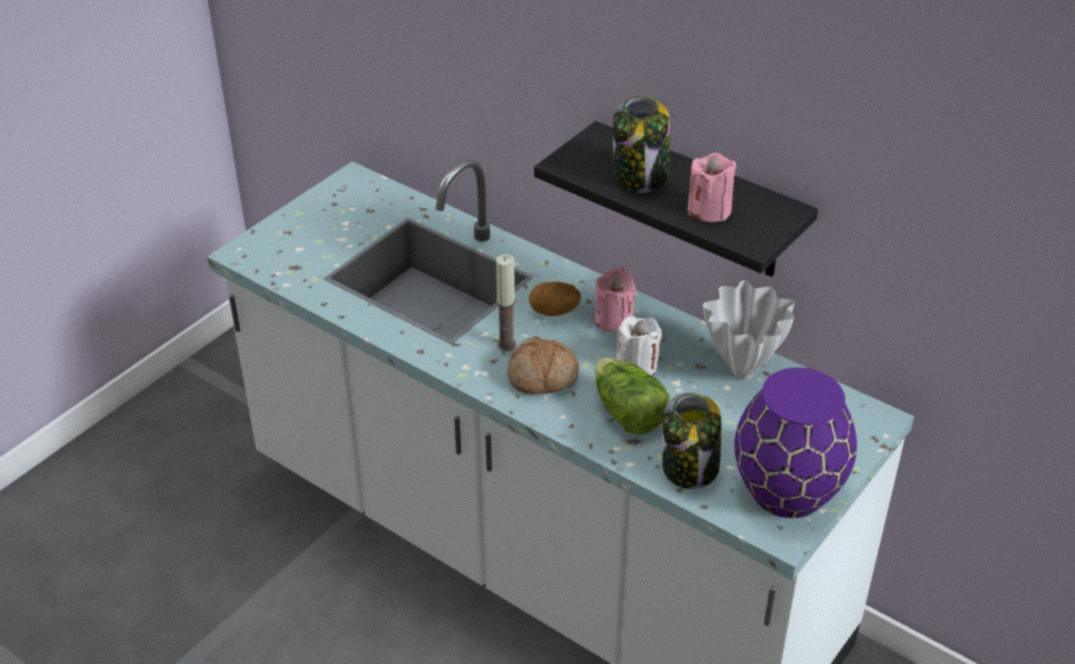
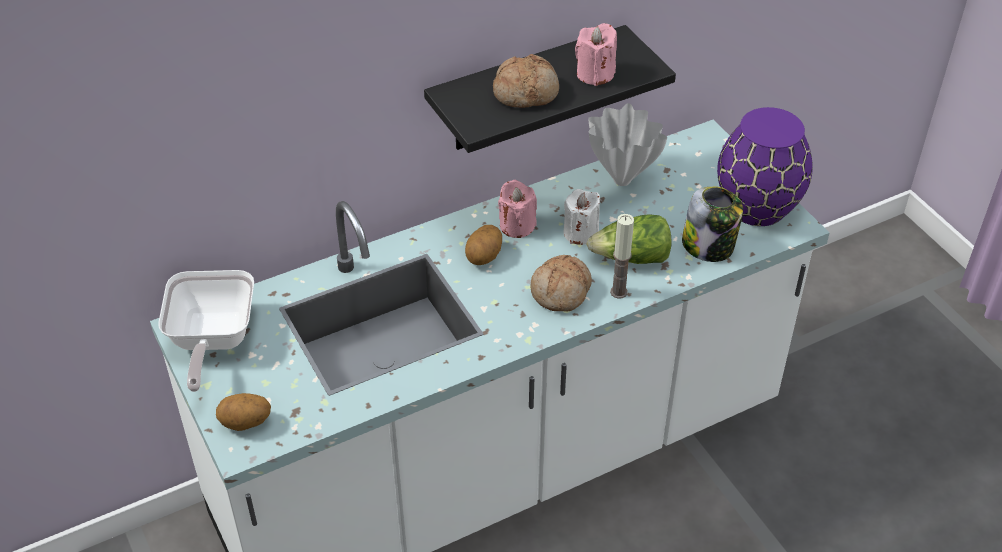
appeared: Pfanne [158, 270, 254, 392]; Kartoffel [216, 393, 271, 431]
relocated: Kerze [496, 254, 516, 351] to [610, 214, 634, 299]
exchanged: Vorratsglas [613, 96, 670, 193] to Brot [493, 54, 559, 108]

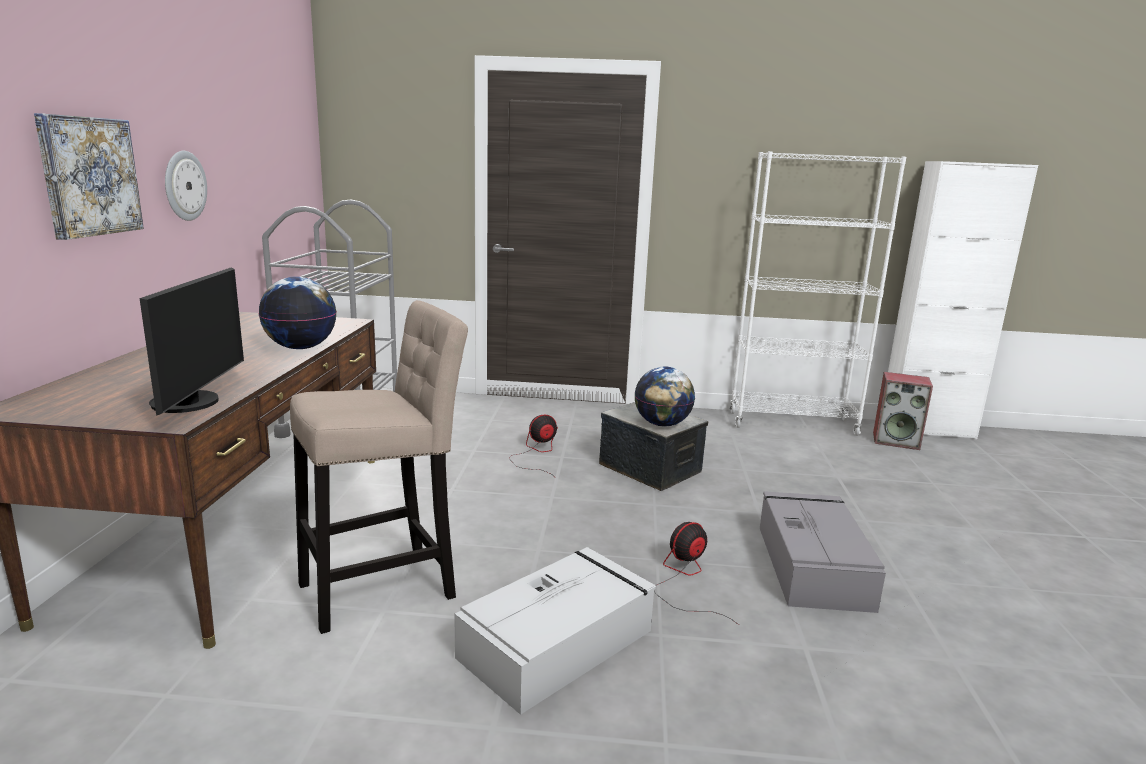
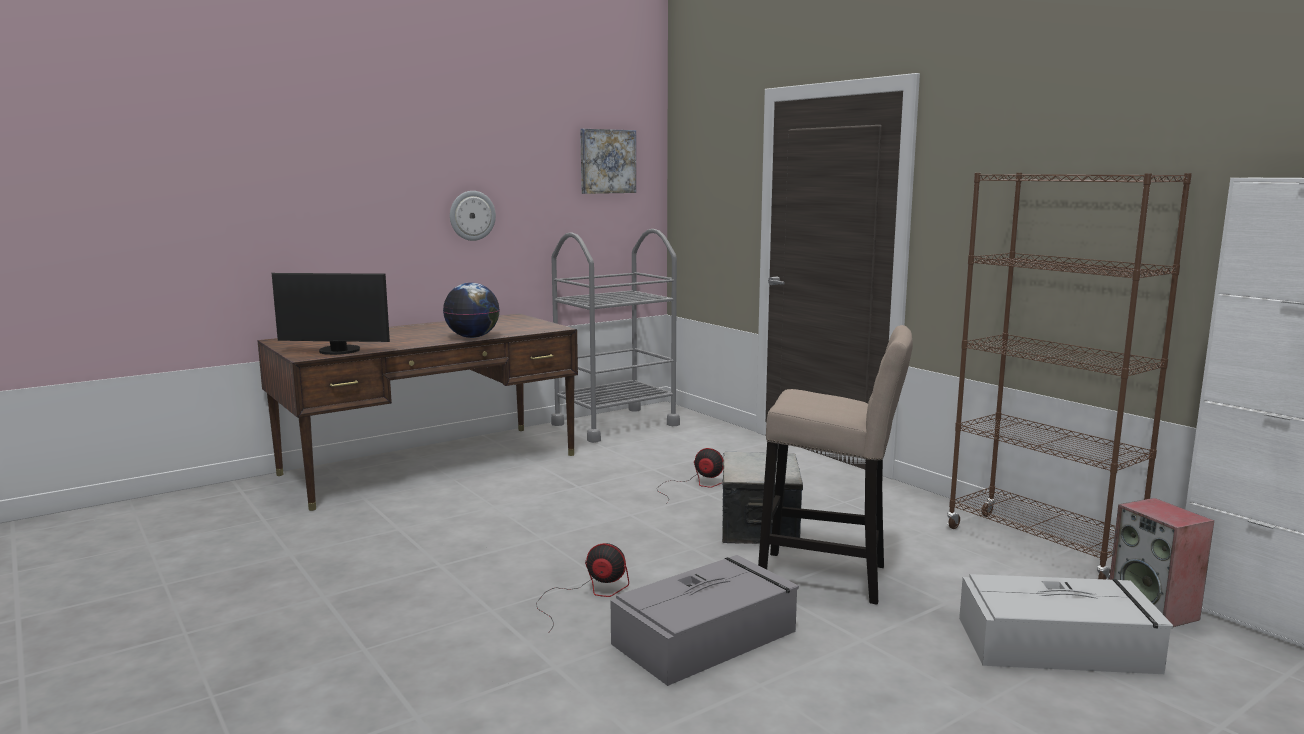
missing: Globus [634, 367, 695, 427]
relocated: Bild [34, 113, 144, 240] to [580, 129, 636, 194]; Hocker (beige) [290, 300, 468, 634] to [758, 325, 913, 605]; Aufbewahrungsbox (grau) [454, 547, 656, 715] to [959, 574, 1173, 674]
colour: Bücherregal (weiß) [729, 151, 906, 436] to Bücherregal (braun) [947, 173, 1192, 580]
spun: Monitor [139, 267, 244, 416] = [272, 273, 390, 355] 45 degrees clockwise

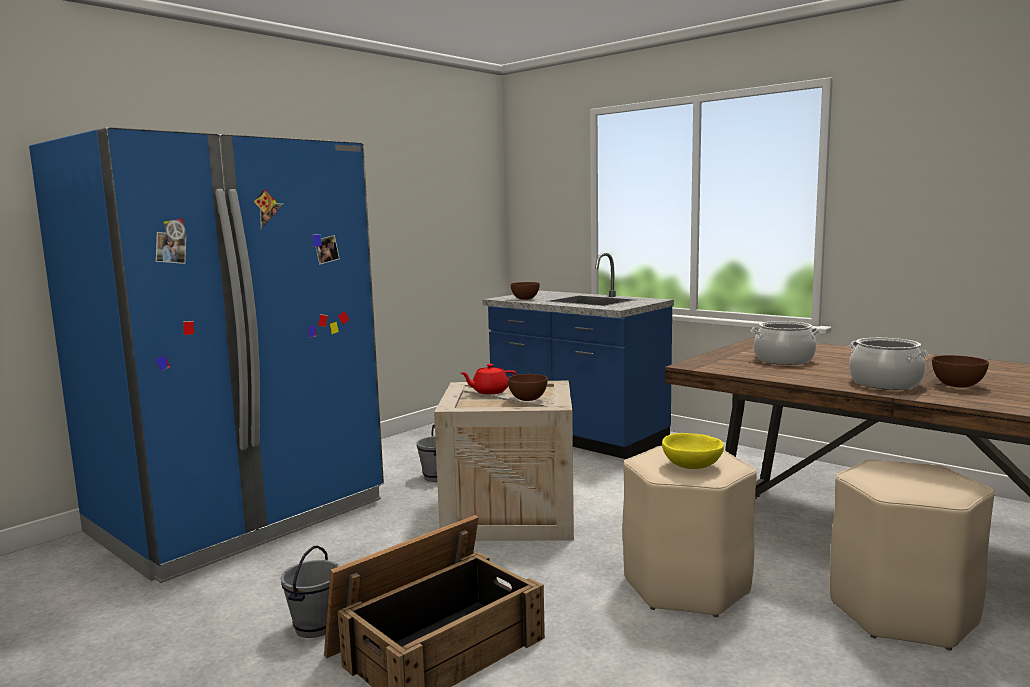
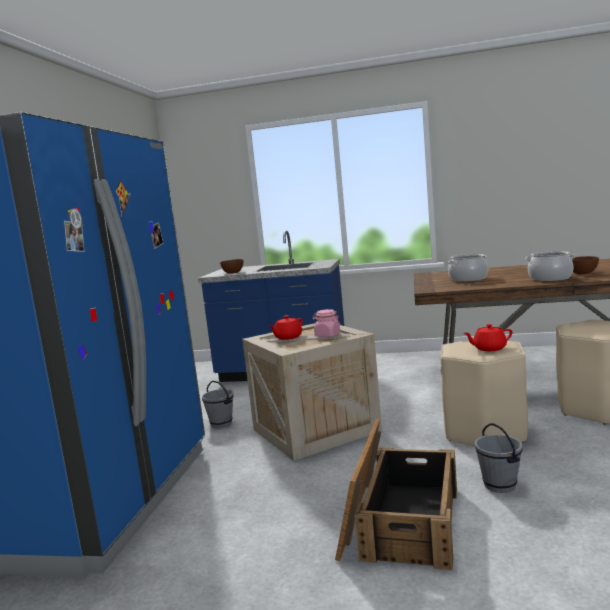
relocated: Eimer (grau) [280, 545, 340, 638] to [475, 423, 522, 493]
exchanged: Schüssel (braun) [507, 374, 548, 401] to Vorratsglas (rosa) [313, 309, 340, 337]; Schüssel (gelb) [662, 433, 724, 469] to Teekanne (rot) [464, 324, 513, 351]

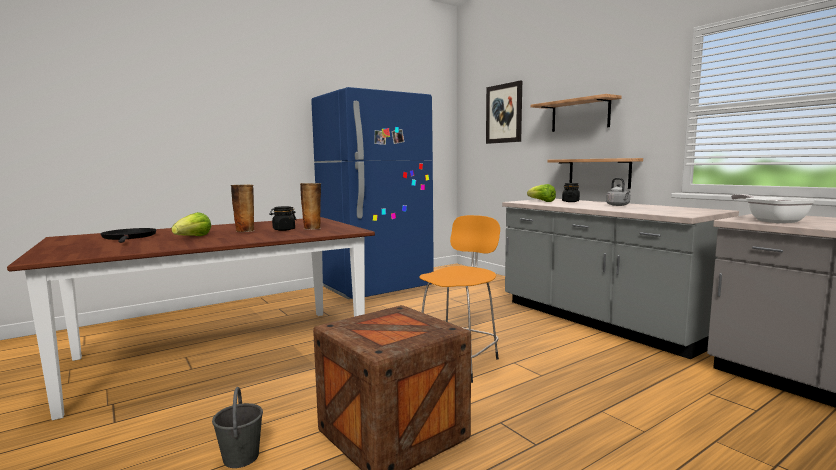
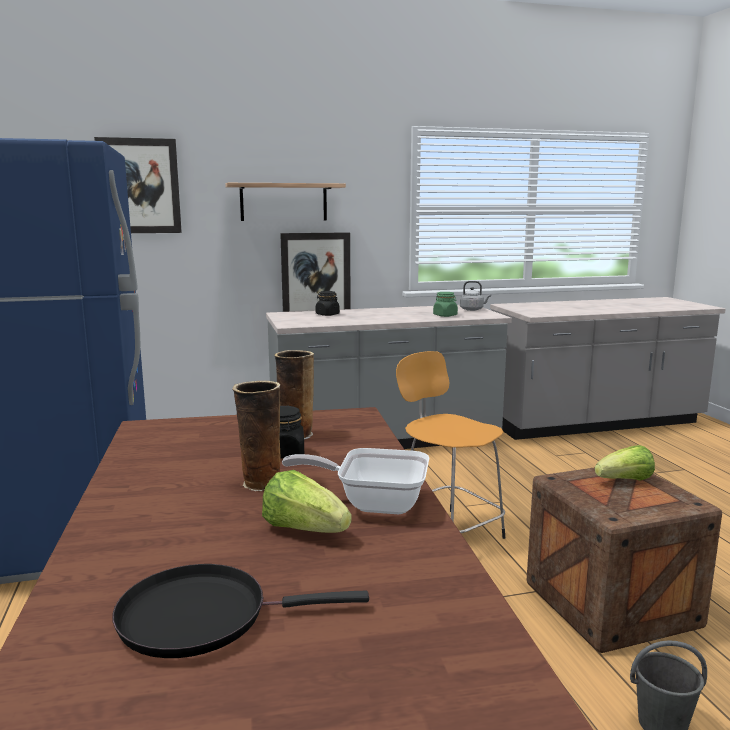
appeared: Vorratsglas (grün) [433, 292, 458, 317]
relocated: Salatkopf [527, 184, 556, 202] to [595, 445, 655, 481]; Wasserkessel (grau) [606, 178, 630, 206] to [460, 281, 491, 311]; Pfanne [731, 194, 816, 223] to [282, 448, 429, 514]
exchanged: Wandregal [547, 158, 643, 189] to Bild [280, 232, 351, 312]

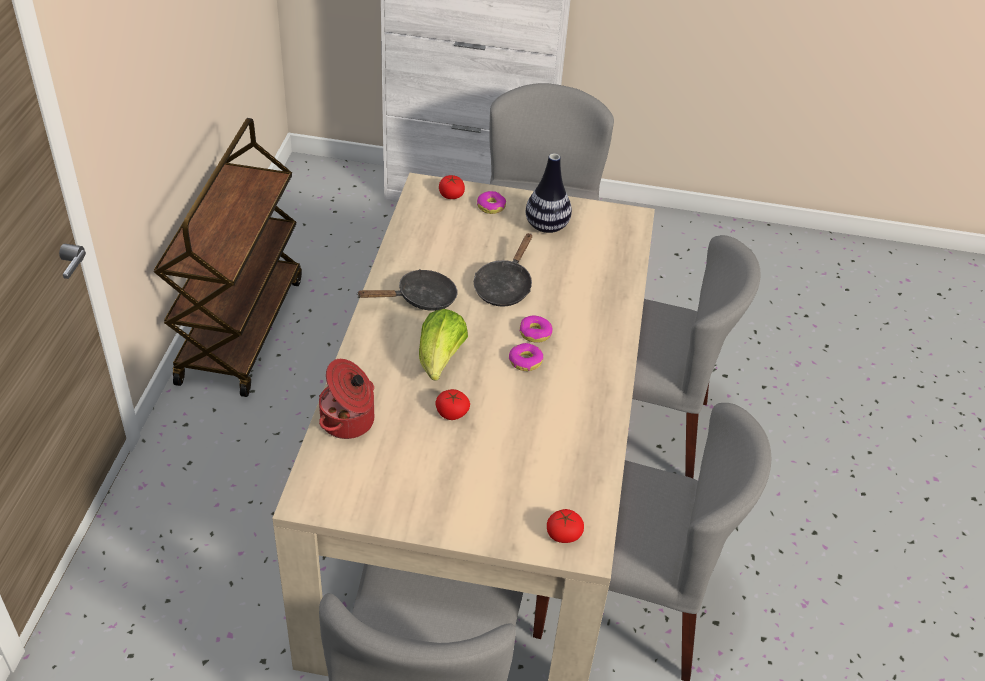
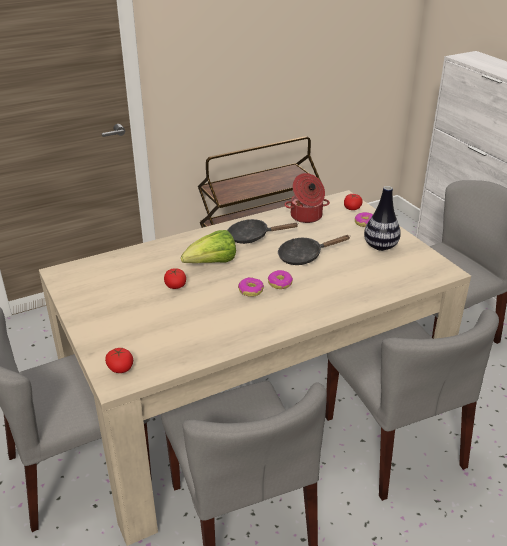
relocated: Kochtopf [319, 359, 374, 439] to [284, 173, 330, 223]
spun: Pfanne (schwarz) [356, 269, 458, 311] = [227, 219, 299, 244] 150 degrees clockwise

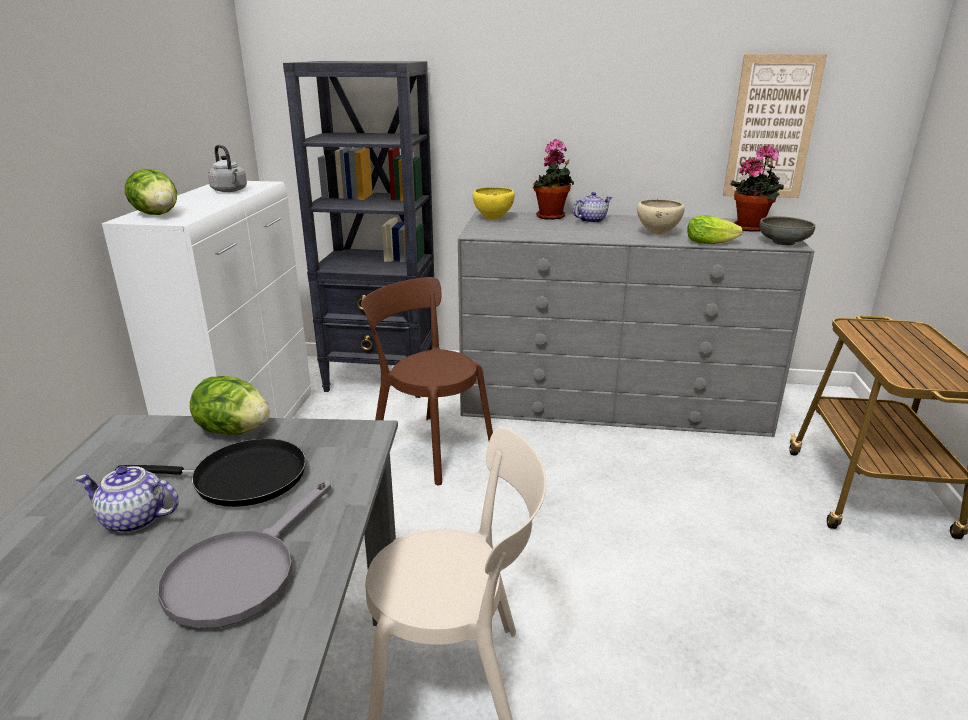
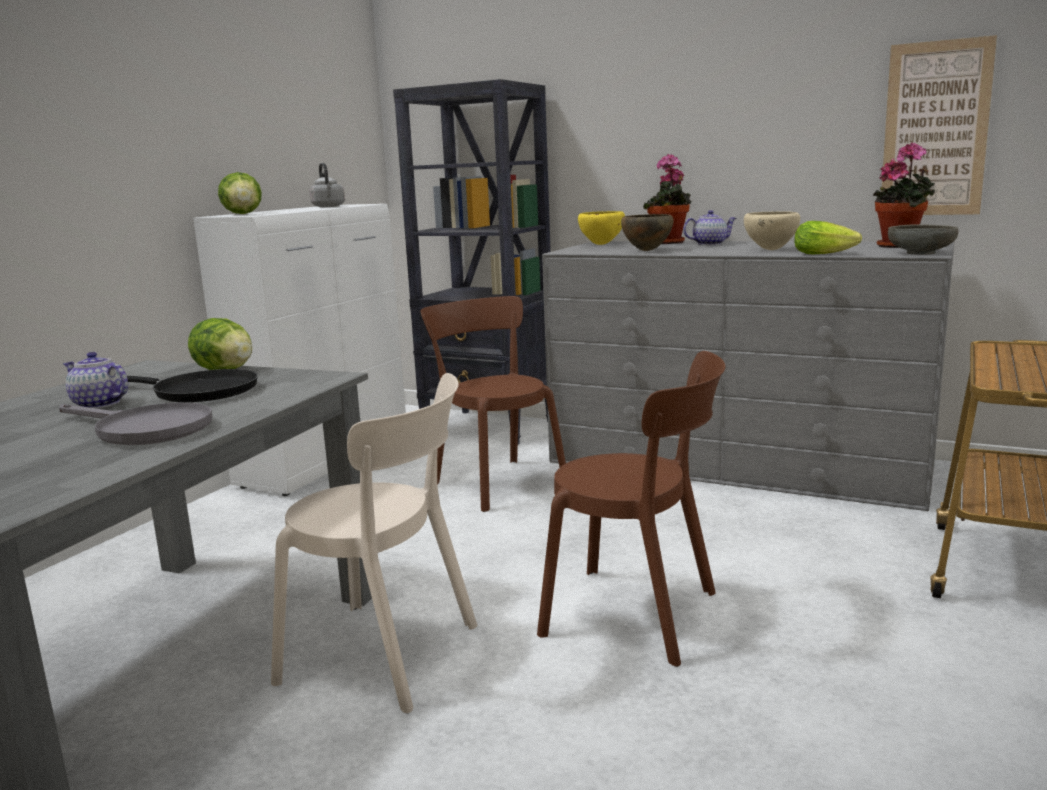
appeared: Stuhl (braun) [537, 351, 725, 667]; Schüssel (braun) [621, 214, 673, 251]
spun: Pfanne (grau) [157, 480, 331, 628] = [59, 402, 212, 445] 105 degrees counterclockwise

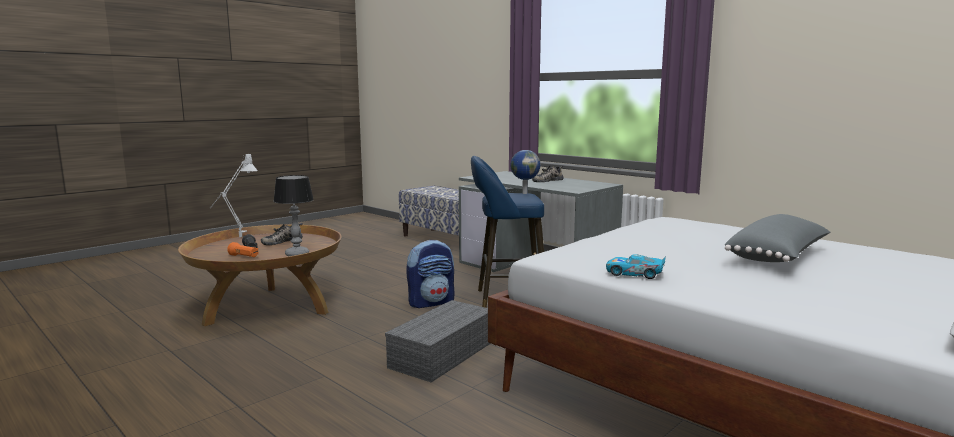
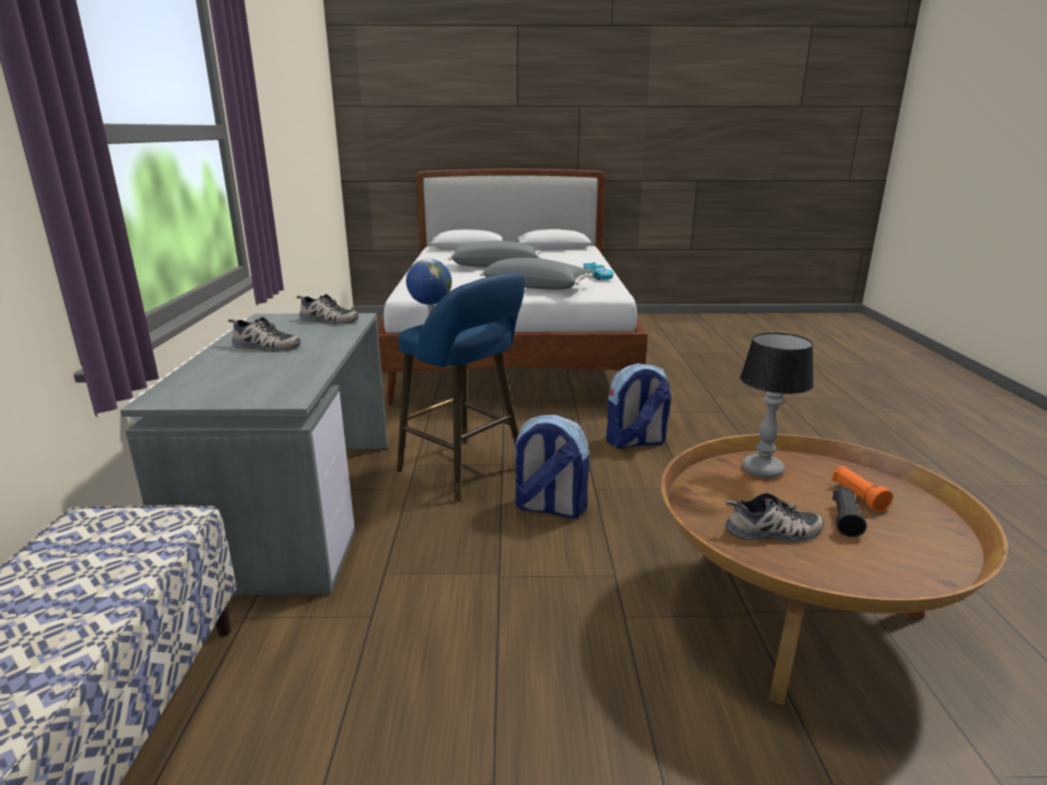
missing: Tischlampe (grau) [210, 154, 258, 237]
appeared: Schuh [297, 294, 359, 325]; Kissen (grau) [480, 258, 593, 290]
exchanged: Aufbewahrungsbox (grau) [385, 300, 491, 383] to Rucksack [606, 363, 671, 449]

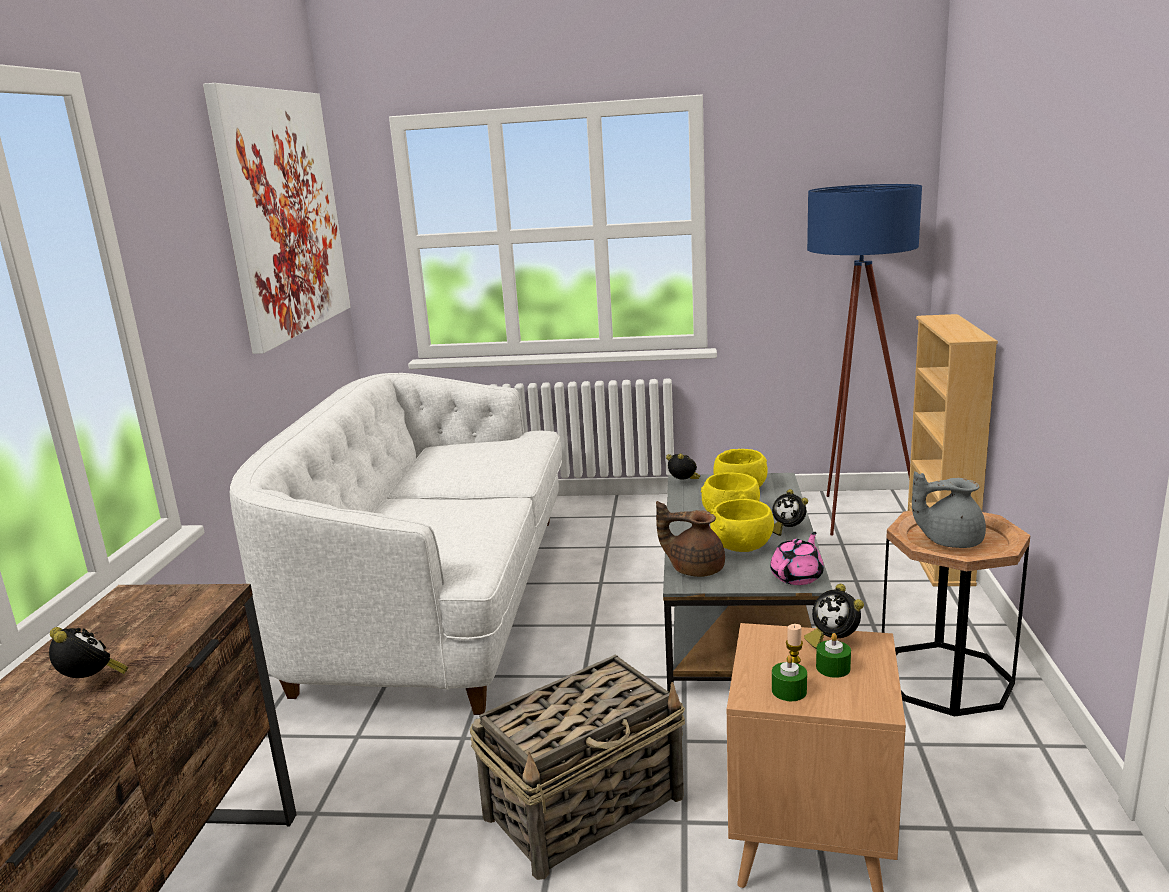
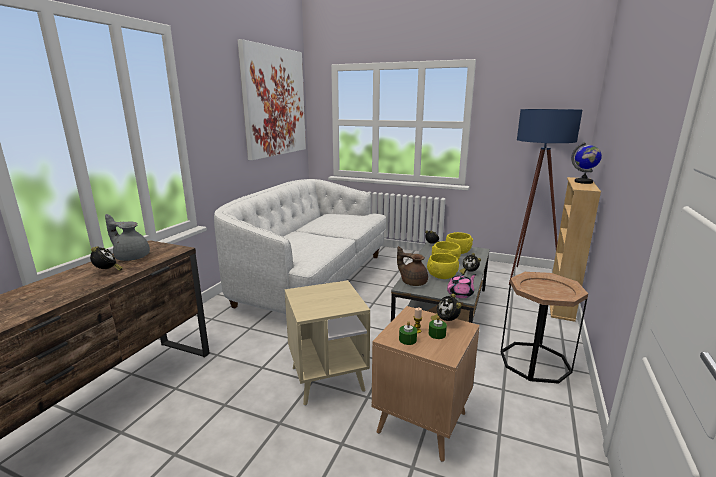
appeared: Globus [571, 142, 602, 184]
relocated: Teekanne (grau) [912, 471, 986, 548] to [105, 214, 150, 261]
exchanged: Korb [469, 655, 685, 880] to Beistelltisch (beige) [285, 280, 370, 406]

